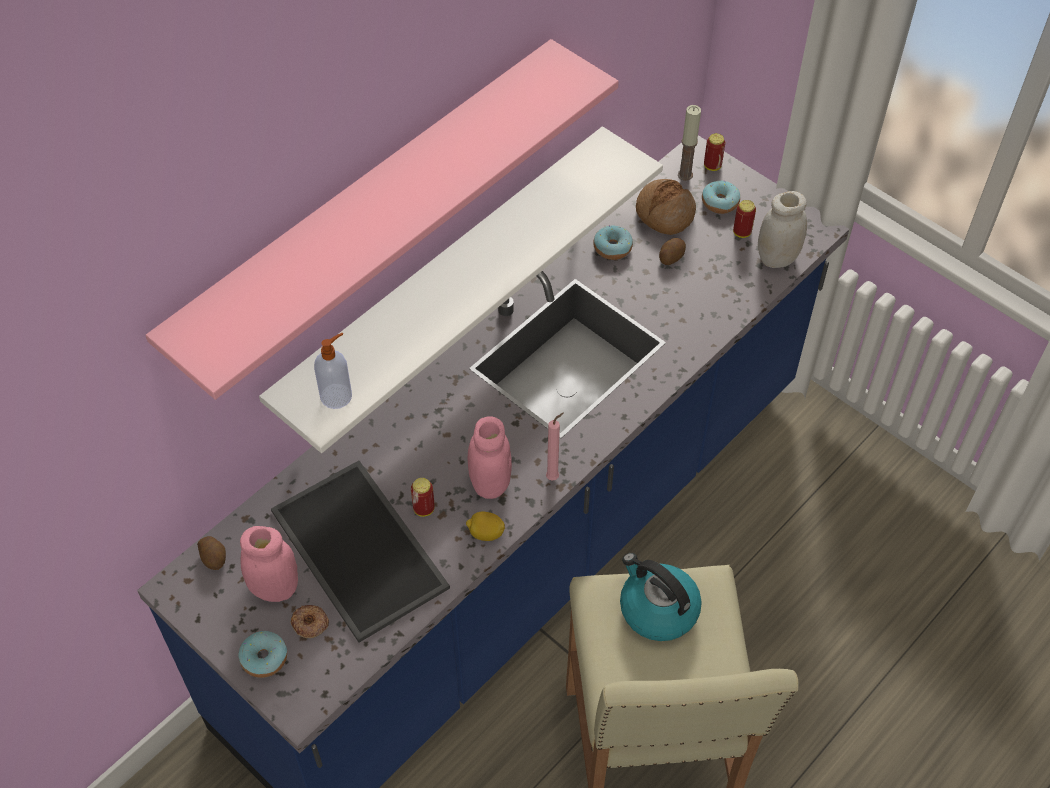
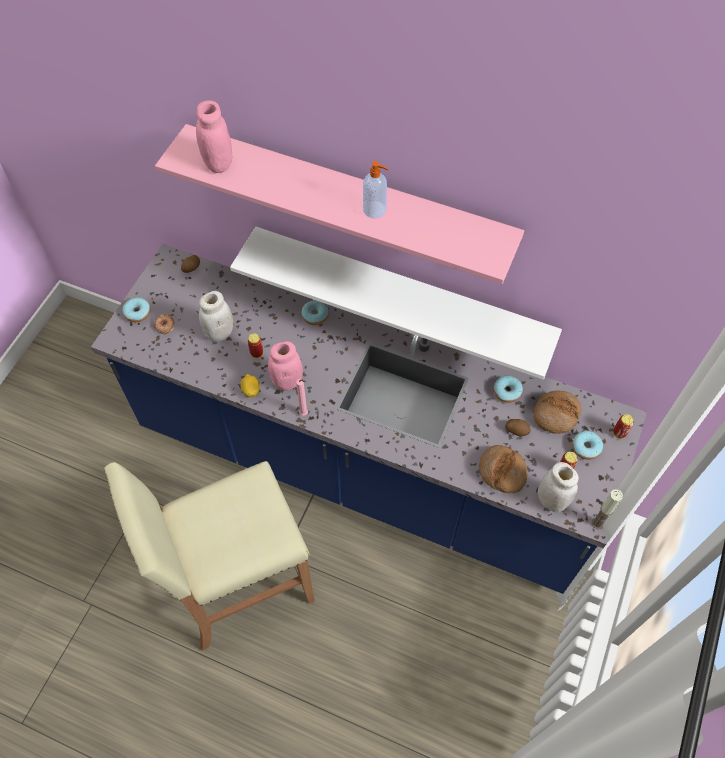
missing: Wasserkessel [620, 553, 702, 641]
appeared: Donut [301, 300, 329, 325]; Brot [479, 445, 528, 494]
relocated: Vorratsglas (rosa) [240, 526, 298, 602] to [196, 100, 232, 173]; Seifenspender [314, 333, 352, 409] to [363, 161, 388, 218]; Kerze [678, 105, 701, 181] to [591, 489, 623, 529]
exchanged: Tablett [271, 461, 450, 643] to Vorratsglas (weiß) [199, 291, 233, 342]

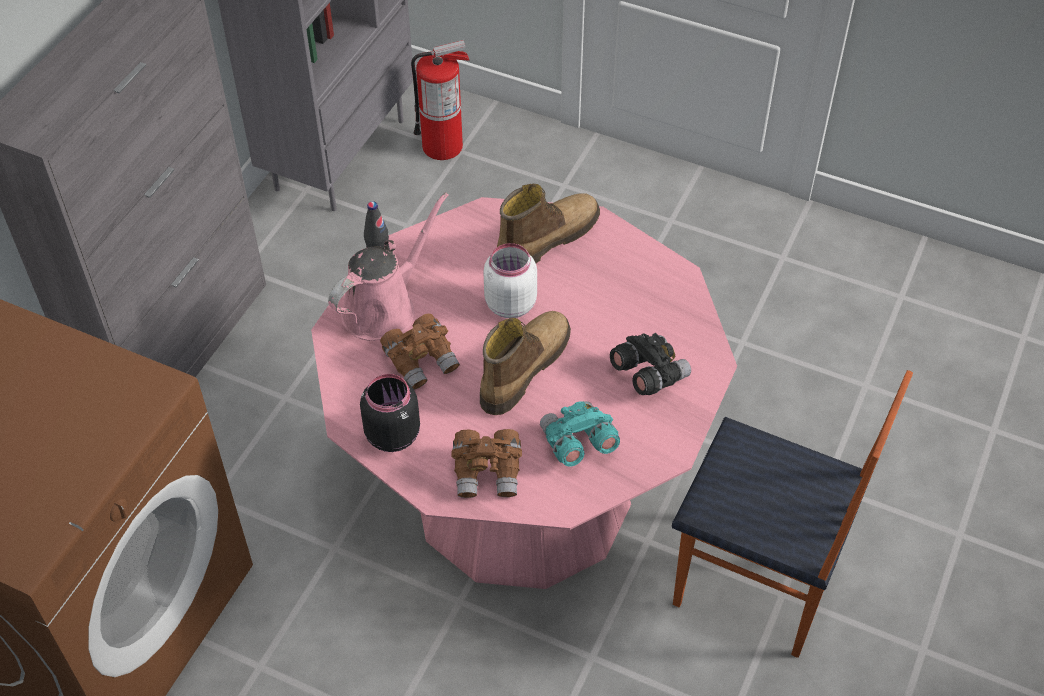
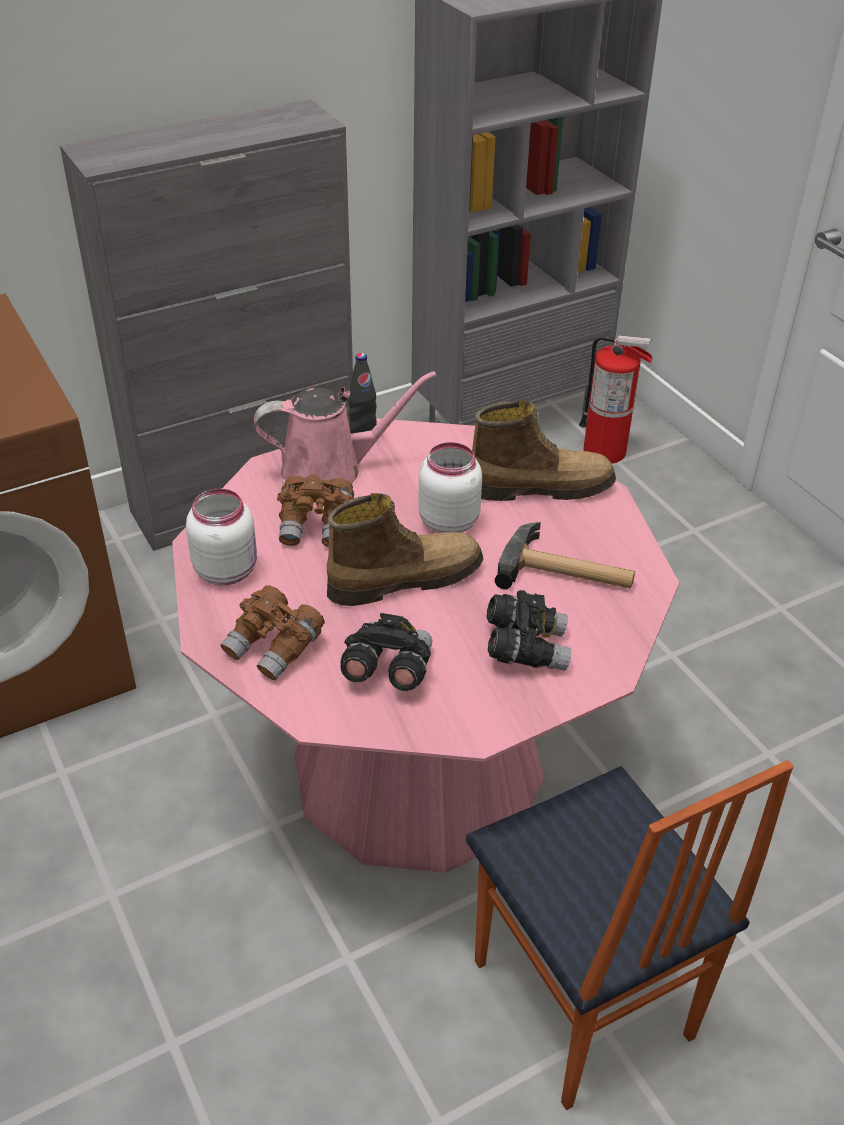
appeared: Hammer [495, 522, 635, 589]
colour: Vorratsglas (schwarz) [360, 374, 420, 452] to Vorratsglas (weiß) [186, 489, 257, 585]; Fernglas (türkis) [540, 401, 620, 467] to Fernglas (schwarz) [340, 613, 432, 691]

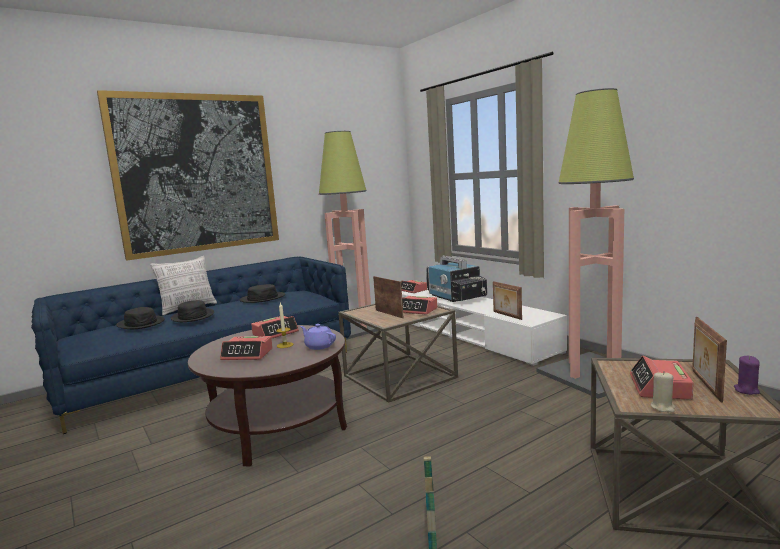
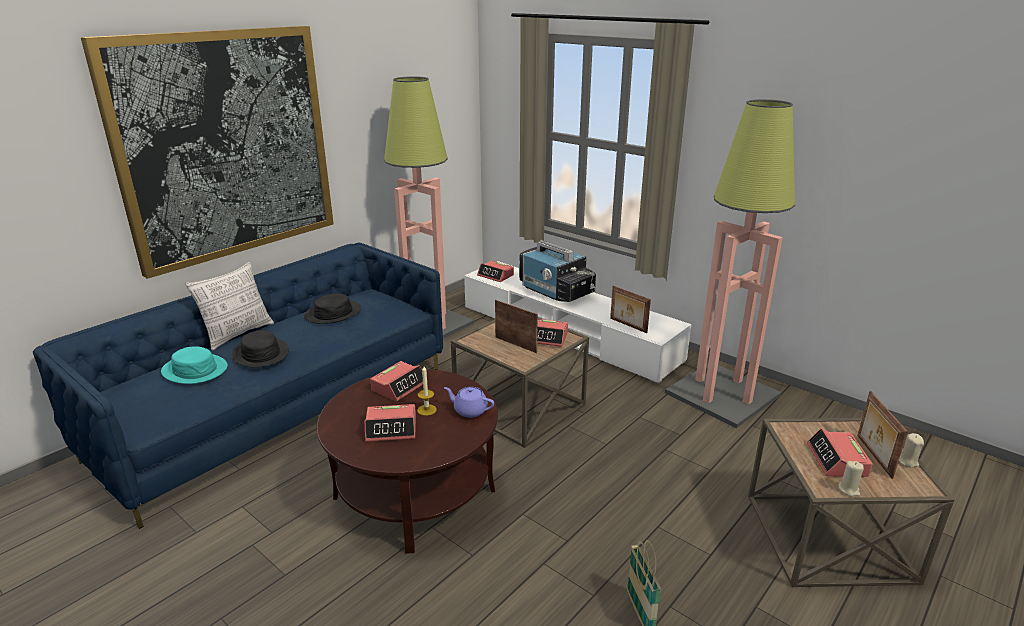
colour: Hut (schwarz) [116, 307, 165, 329] to Hut (türkis) [161, 346, 228, 384]; Kerze (lila) [734, 356, 760, 395] to Kerze (beige) [899, 433, 924, 468]

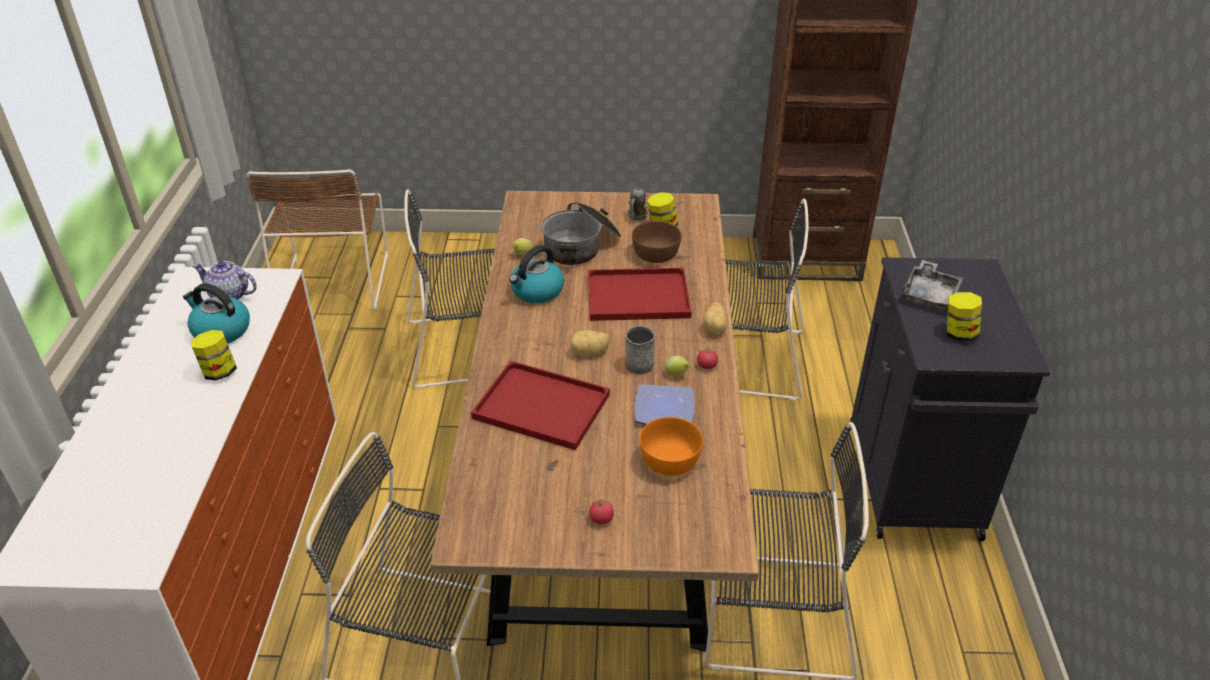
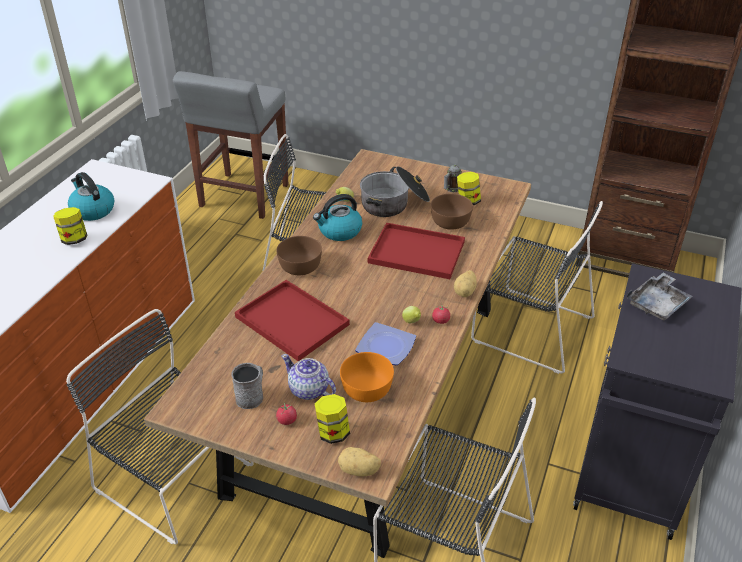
appeared: Schüssel (braun) [277, 236, 322, 275]
relocated: Teekanne [193, 261, 257, 300] to [281, 354, 336, 400]; Kartoffel [571, 330, 610, 356] to [338, 447, 381, 477]; Henkelbecher (grau) [625, 326, 655, 375] to [231, 363, 263, 409]; Vorratsglas [947, 292, 982, 341] to [314, 394, 350, 444]
exchanged: Stuhl (braun) [246, 169, 388, 311] to Hocker (grau) [173, 71, 289, 219]

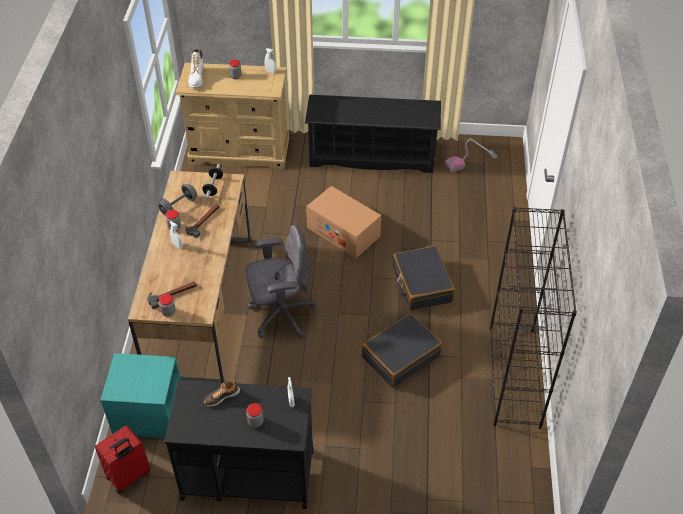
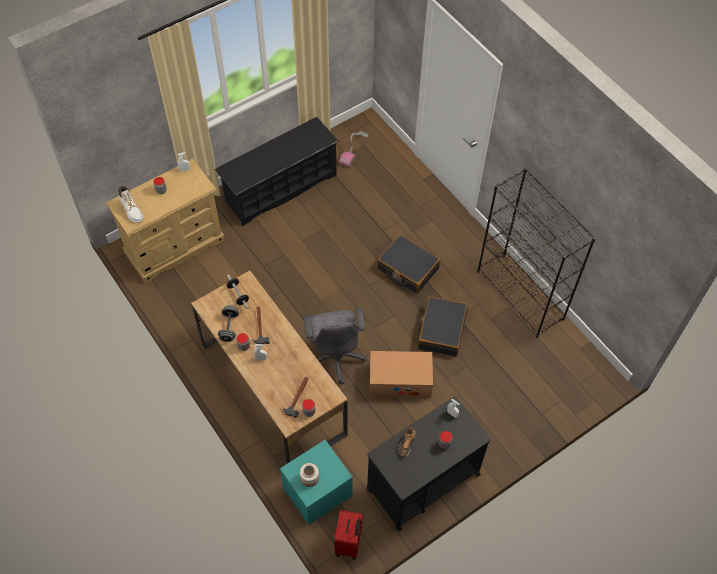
appeared: Vorratsglas [300, 463, 319, 487]
relocated: Karton [306, 186, 381, 258] to [369, 351, 433, 398]
spun: Bürostuhl (grau) [246, 225, 315, 338] = [303, 308, 366, 384] 135 degrees clockwise

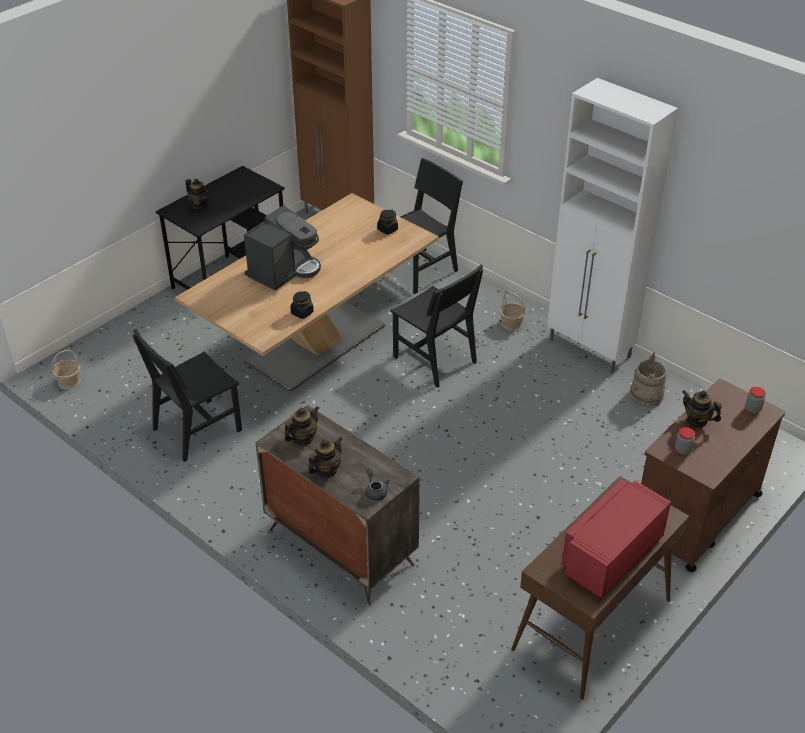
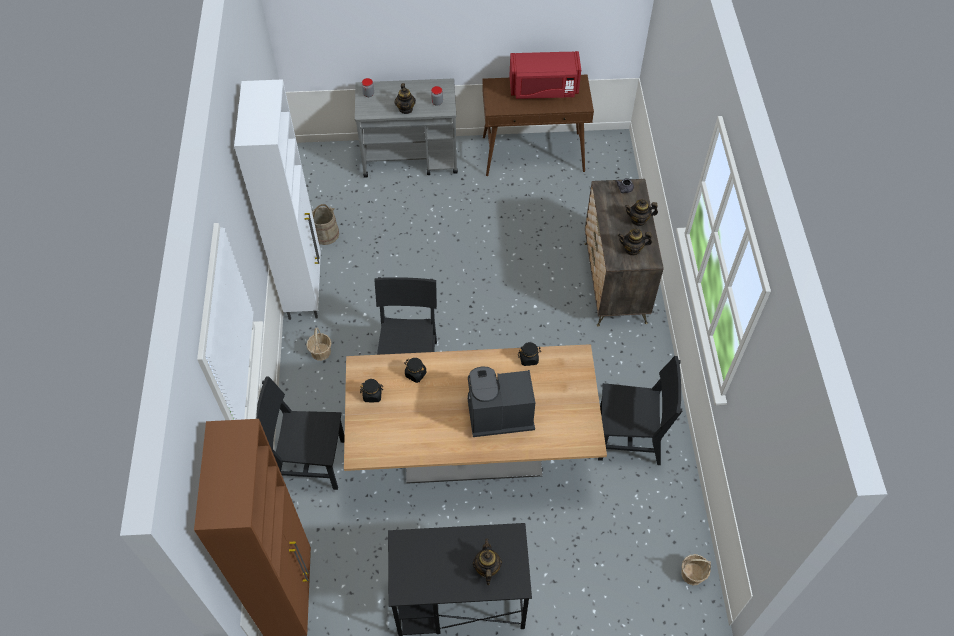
appeared: Vorratsglas (schwarz) [404, 358, 427, 383]
colour: Rollwagen (braun) [641, 379, 785, 572] to Rollwagen (grau) [355, 79, 458, 178]

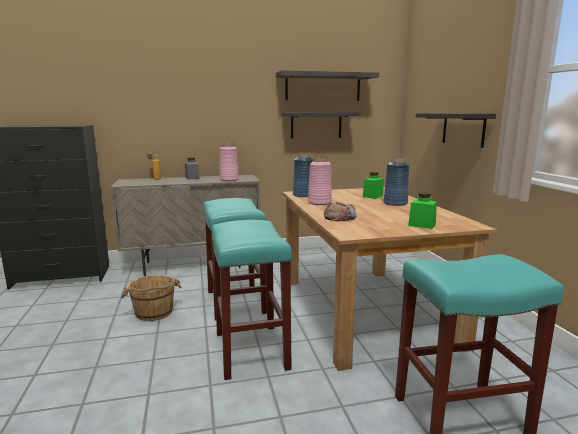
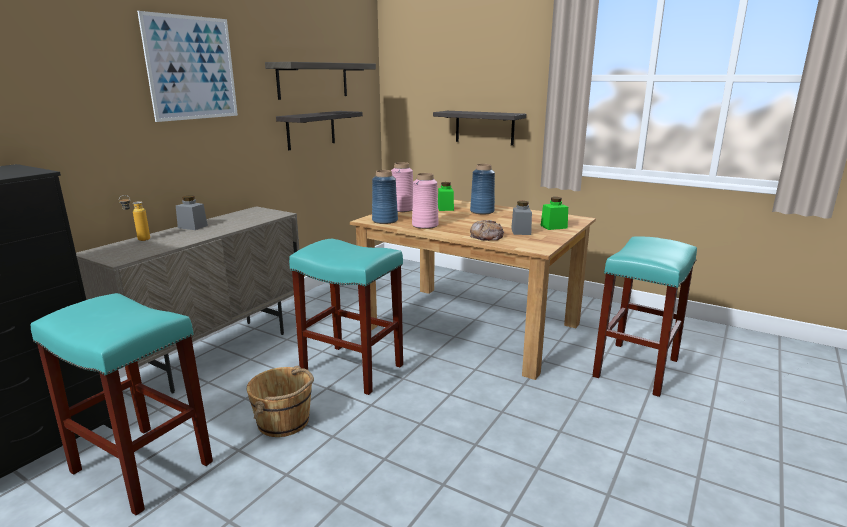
appeared: Bild [137, 11, 238, 122]; Vorratsglas (grau) [511, 201, 532, 235]
relocated: Hocker (türkis) [211, 220, 293, 380] to [31, 293, 213, 516]; Vase (rosa) [220, 143, 239, 181] to [391, 162, 413, 212]

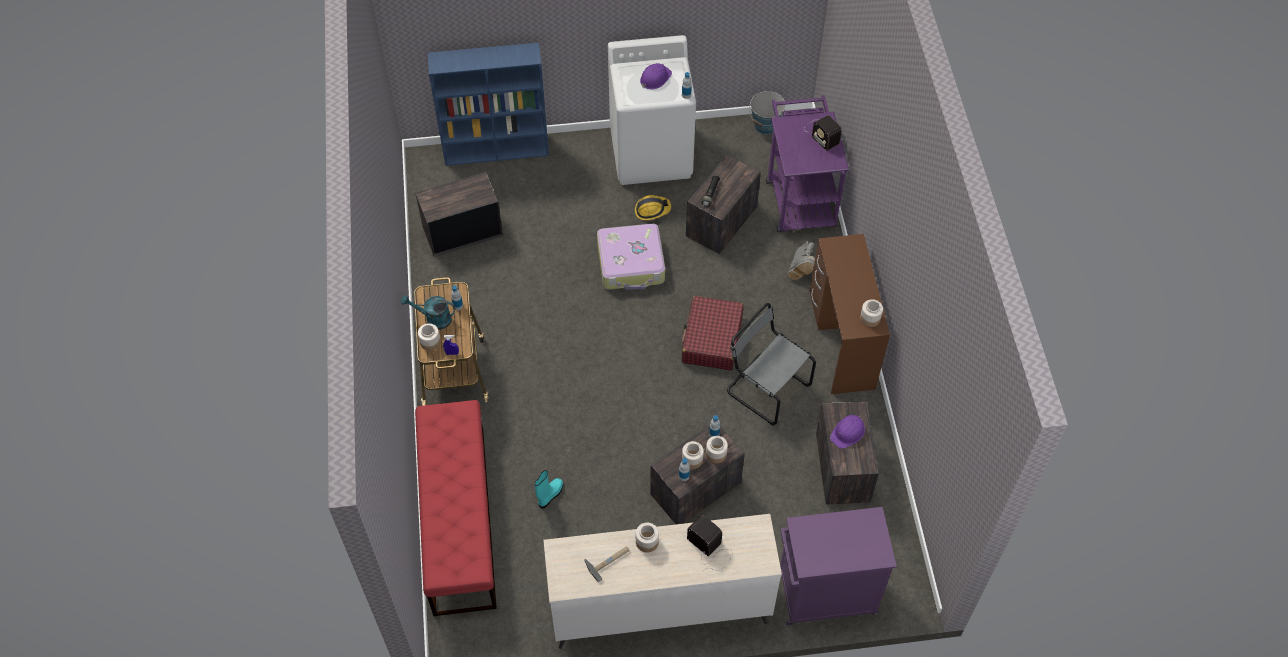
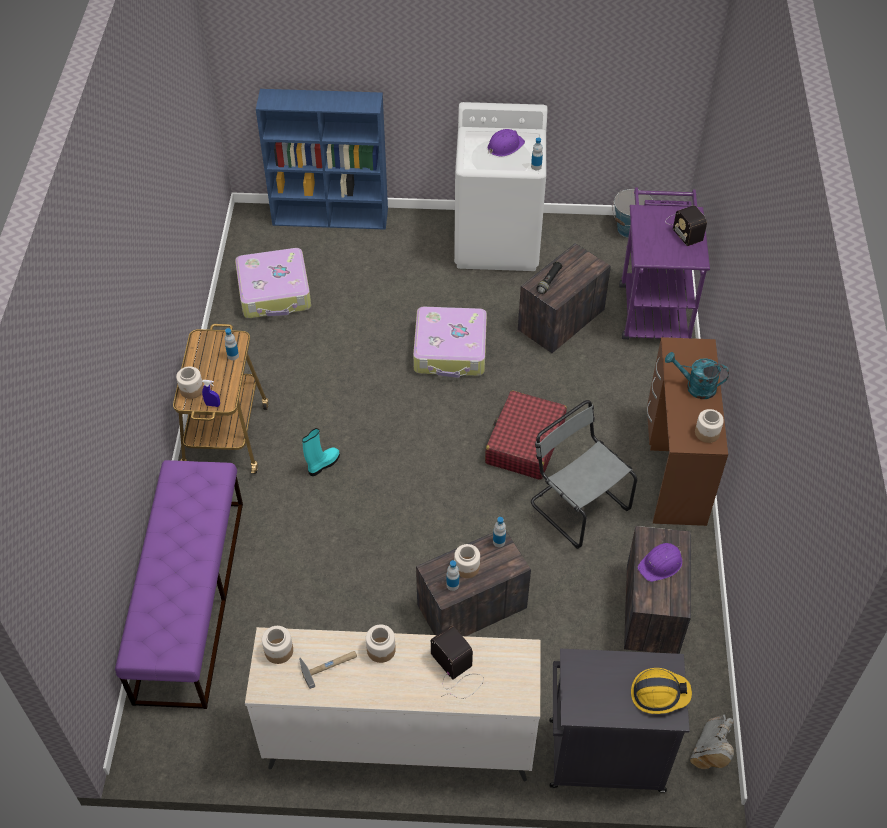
relocated: Gießkanne (türkis) [401, 295, 456, 330] to [665, 352, 729, 399]; Stiefel (türkis) [535, 470, 563, 509] to [302, 428, 340, 476]; Schutzhelm [635, 195, 671, 220] to [631, 668, 692, 714]; Vorratsglas [706, 436, 728, 463] to [262, 626, 293, 664]; Stiefel (grau) [788, 241, 815, 280] to [690, 714, 734, 769]
exchanged: Kiste [415, 172, 503, 257] to Koffer [235, 248, 311, 318]
colour: Bank (rot) [415, 400, 497, 616] to Bank (lila) [115, 460, 243, 709]; Schrank (lila) [780, 507, 897, 625] to Schrank (schwarz) [549, 648, 690, 792]

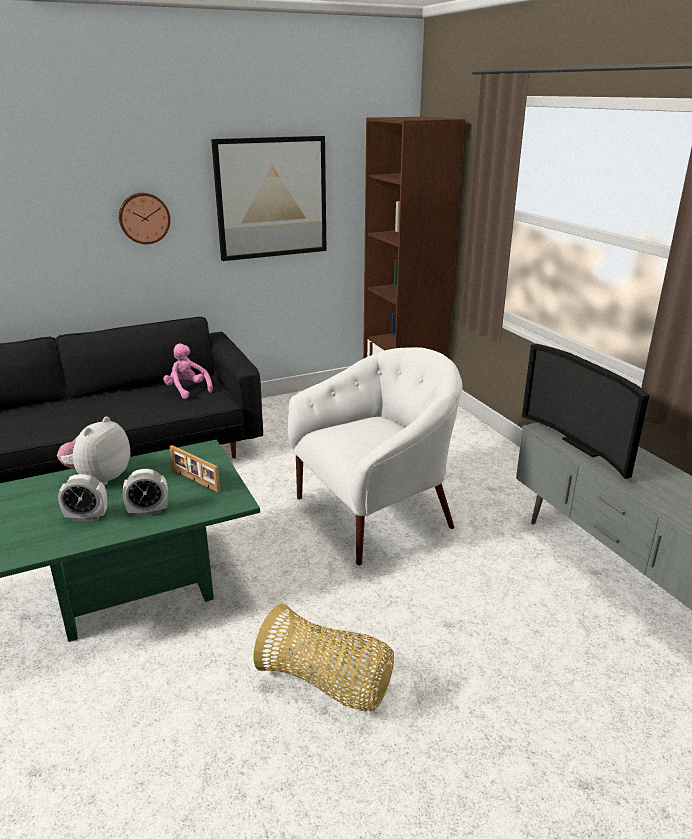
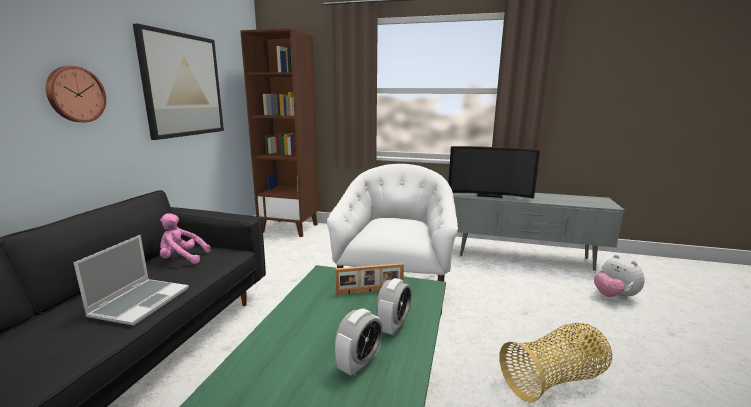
appeared: Laptop [73, 235, 189, 326]
relocated: Plüschtier [57, 416, 130, 486] to [594, 255, 645, 299]

